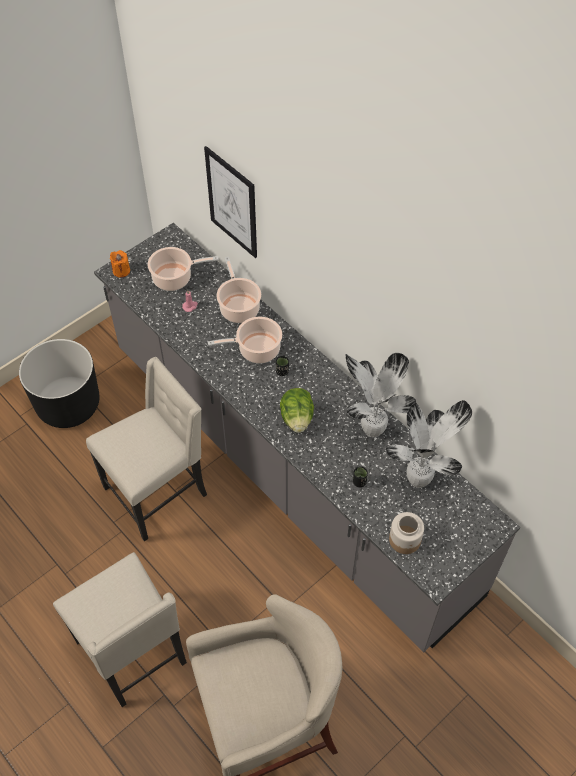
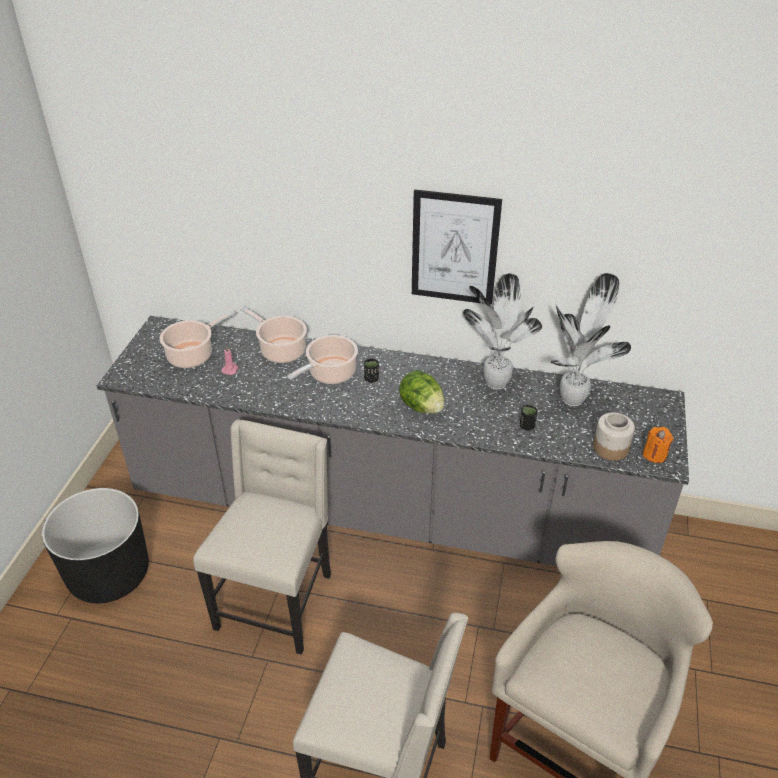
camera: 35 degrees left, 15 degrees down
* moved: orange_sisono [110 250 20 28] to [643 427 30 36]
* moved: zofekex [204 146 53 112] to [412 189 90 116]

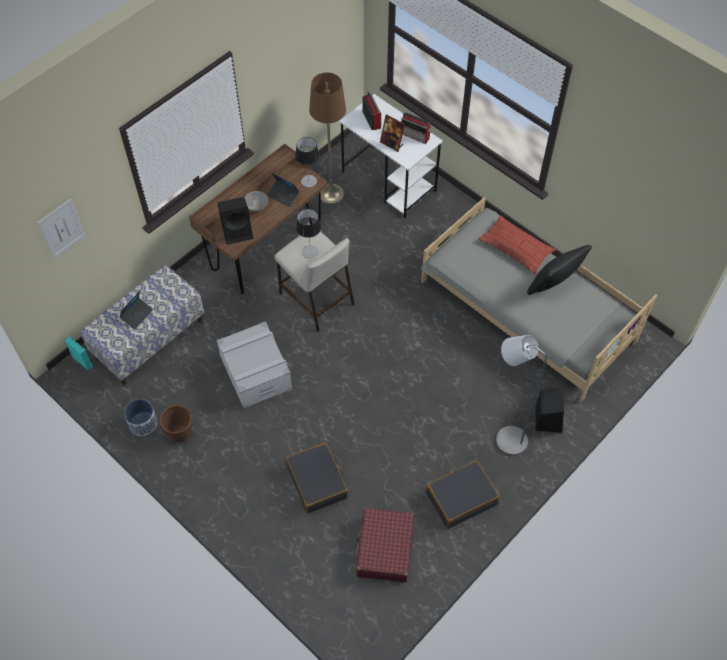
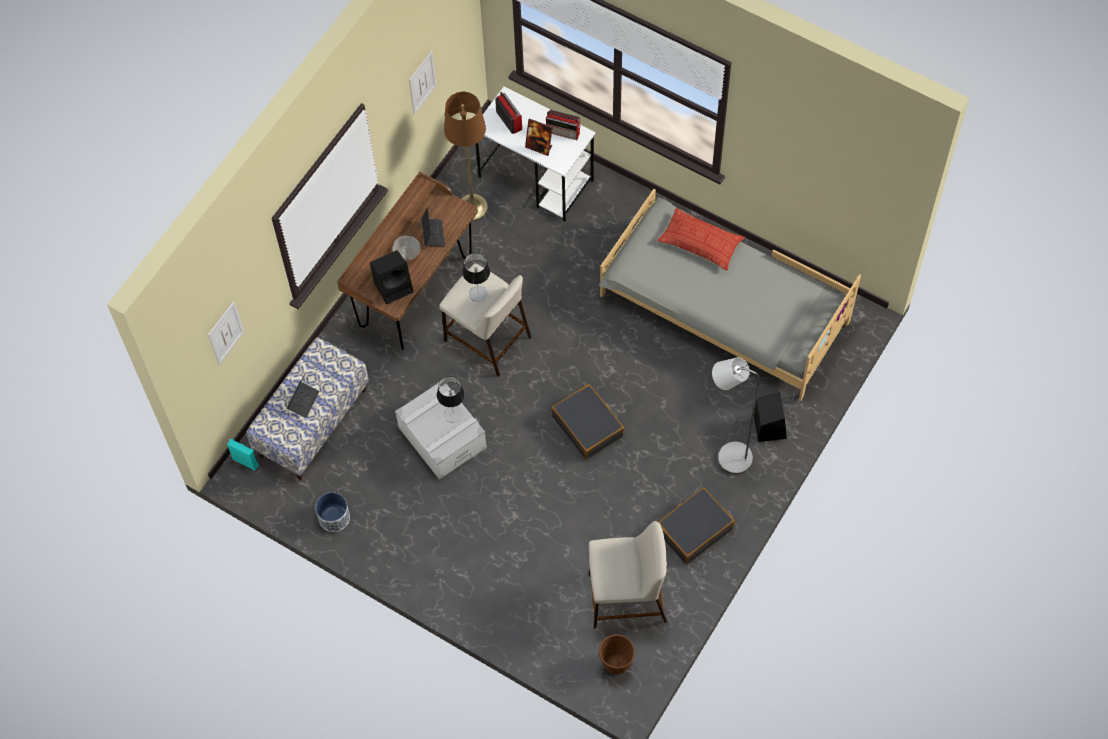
camera: 10 degrees left, 5 degrees up
* moved: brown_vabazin [160 405 32 37] to [599 634 36 40]
* turned: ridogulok [267 173 32 34] = [421 207 24 40] 120 degrees counterclockwise
* moved: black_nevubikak [286 442 62 72] to [551 384 73 76]
* moved: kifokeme [295 137 25 50] to [437 376 28 47]
* replaced: red_nevubikak [356 508 58 74] to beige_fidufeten [589 521 78 108]
* removed: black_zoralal [527 245 65 50]
* added: zofekex [409 50 28 65]

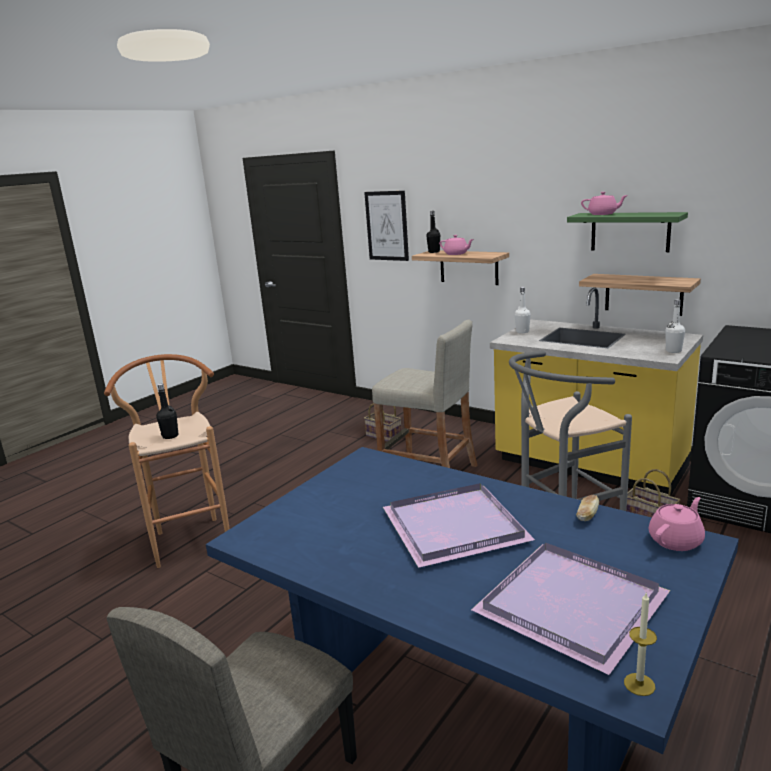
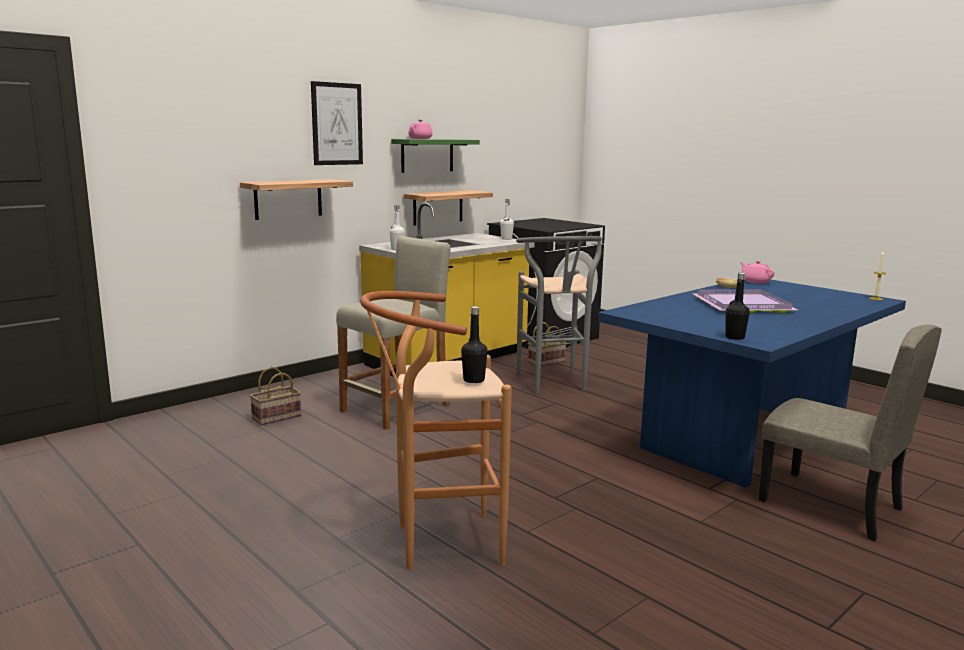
camera: 80 degrees left, 5 degrees down
* moved: zofekex [364 191 45 70] to [311 81 52 84]
* moved: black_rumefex [426 211 14 42] to [725 273 25 67]
* removed: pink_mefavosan [439 235 35 20]
* removed: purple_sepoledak [471 543 199 132]

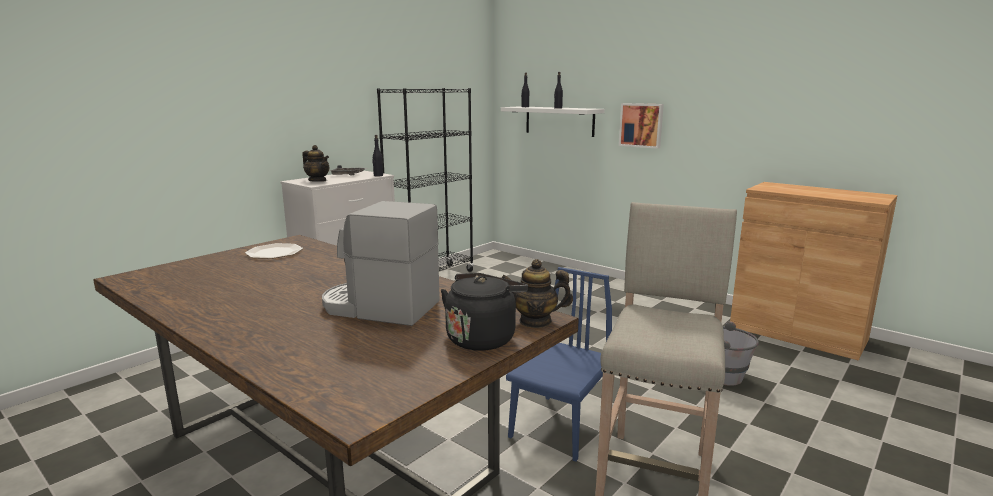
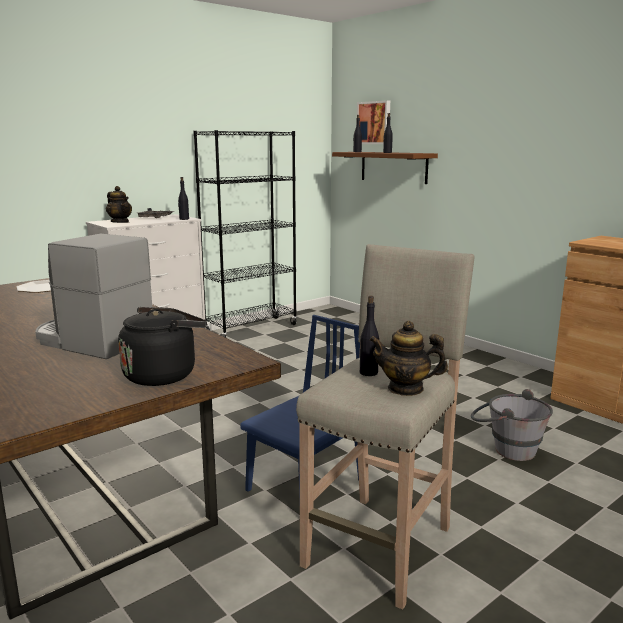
camera: 10 degrees right, 0 degrees up
* recoloured: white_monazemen [501 106 104 31] to brown_monazemen [332 152 106 32]
* moved: mefavosan [501 259 72 69] to [369 321 79 75]
* moved: zofekex [619 103 45 46] to [357 100 33 44]
* added: black_rumefex [360 296 19 80]

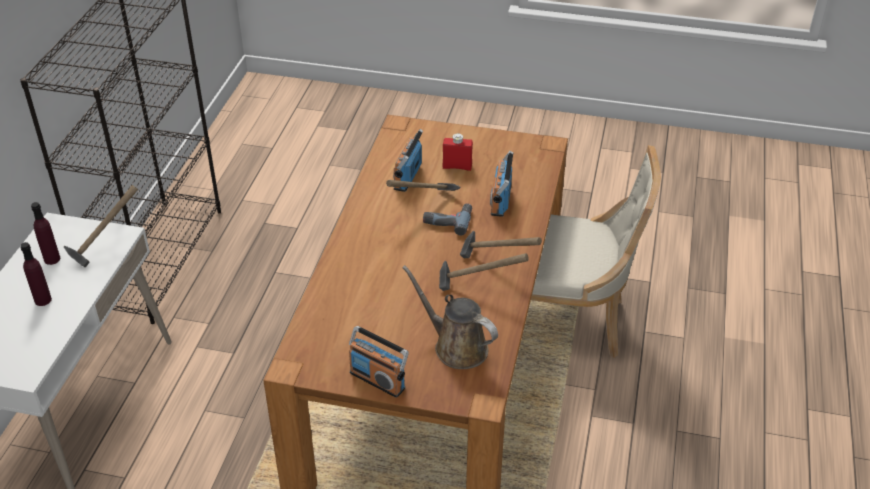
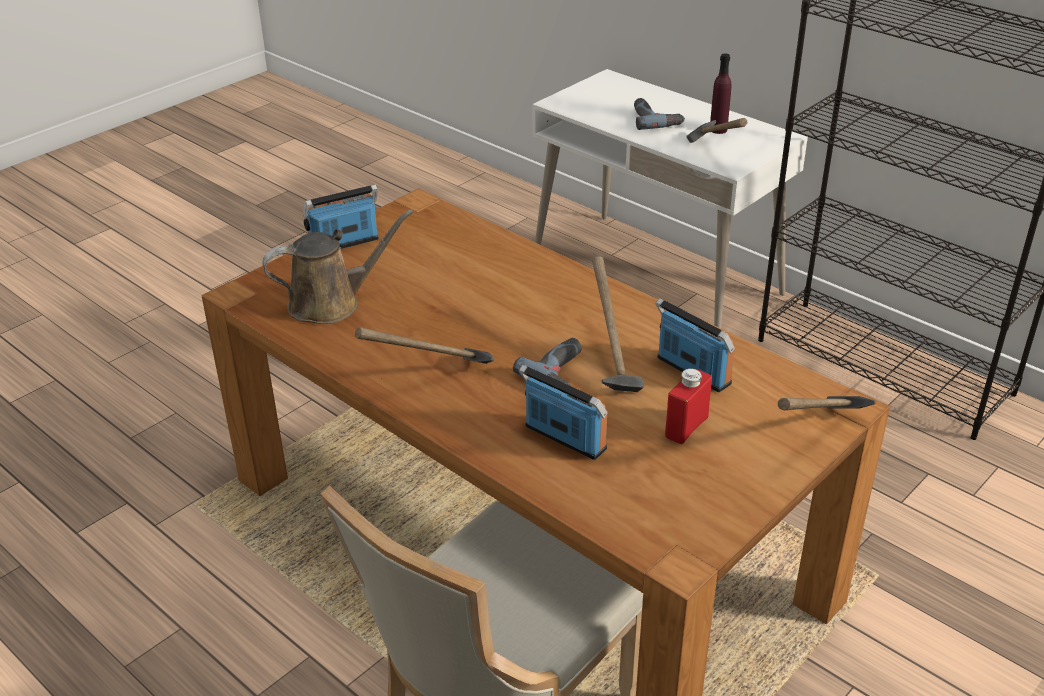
camera: 120 degrees right, 5 degrees down
* replaced: purple_rumefex [20 242 32 64] to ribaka [634 98 51 32]
* moved: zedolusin [439 253 90 38] to [778 396 98 14]

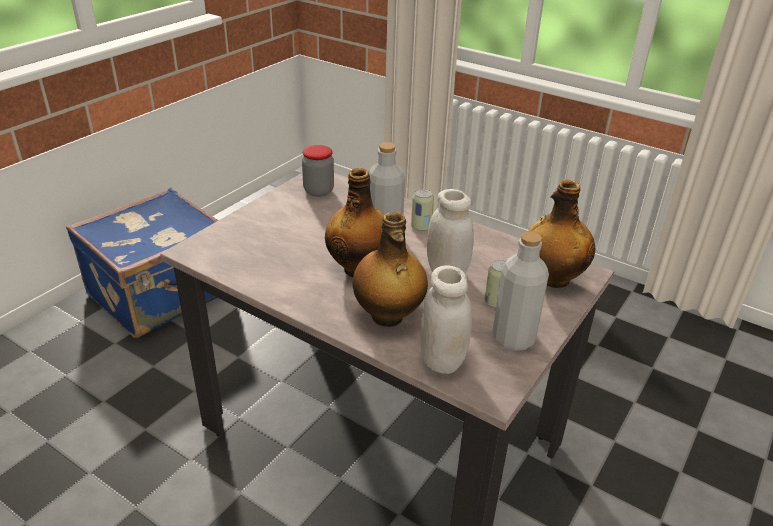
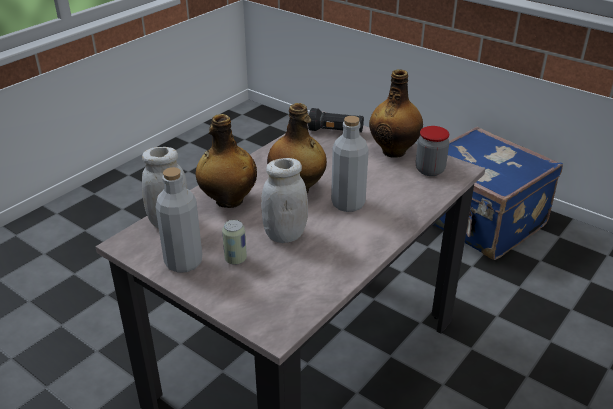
camera: 95 degrees right, 0 degrees up
* removed: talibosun [411 189 23 42]
* moved: rumefex [528 180 67 108] to [369 69 54 89]
* added: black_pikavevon [308 108 56 25]

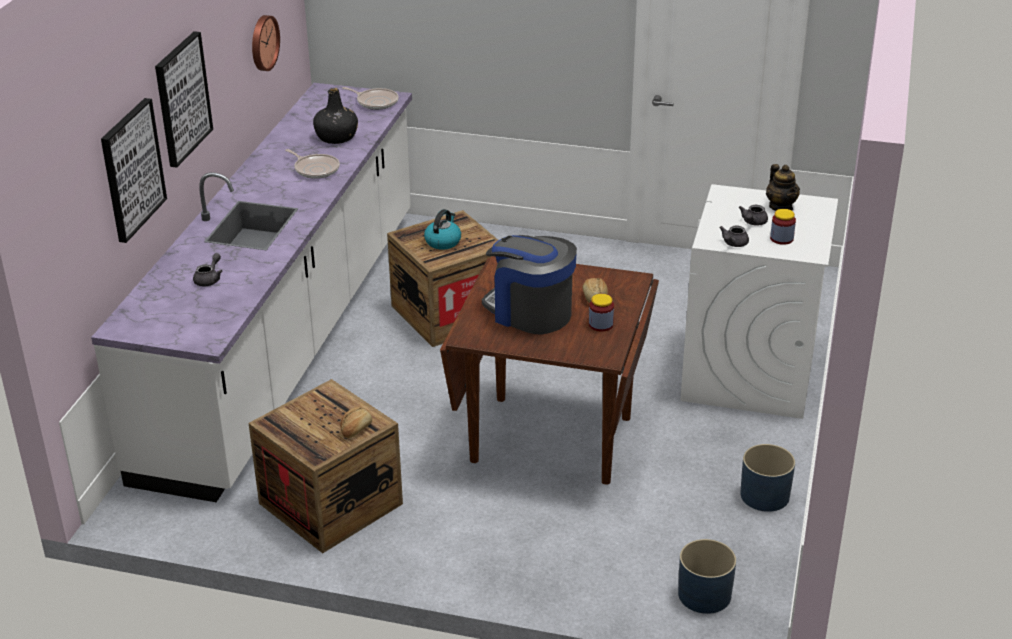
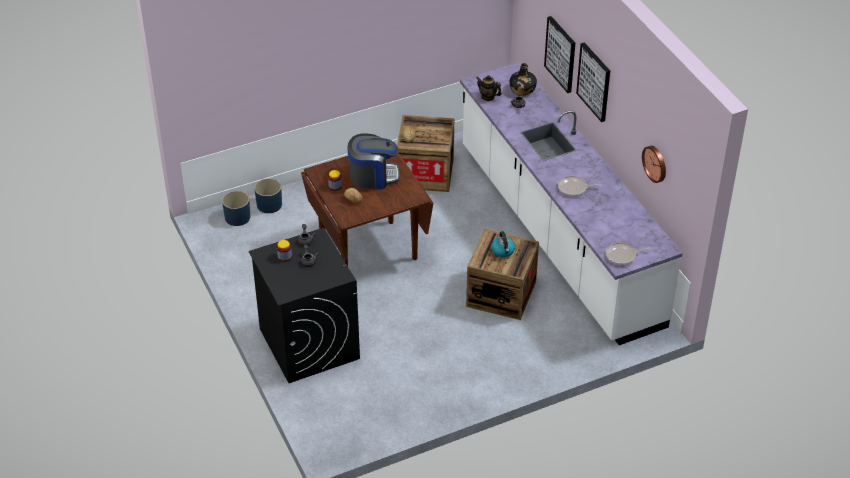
camera: 140 degrees right, 10 degrees up
* moved: black_rumefex [313 88 45 56] to [510 63 27 33]
* recoloured: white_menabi [680 184 158 235] to black_menabi [249 228 111 155]
* moved: blue_vabazin [740 444 55 68] to [254 178 28 35]
* moved: mefavosan [766 164 34 47] to [476 75 26 26]

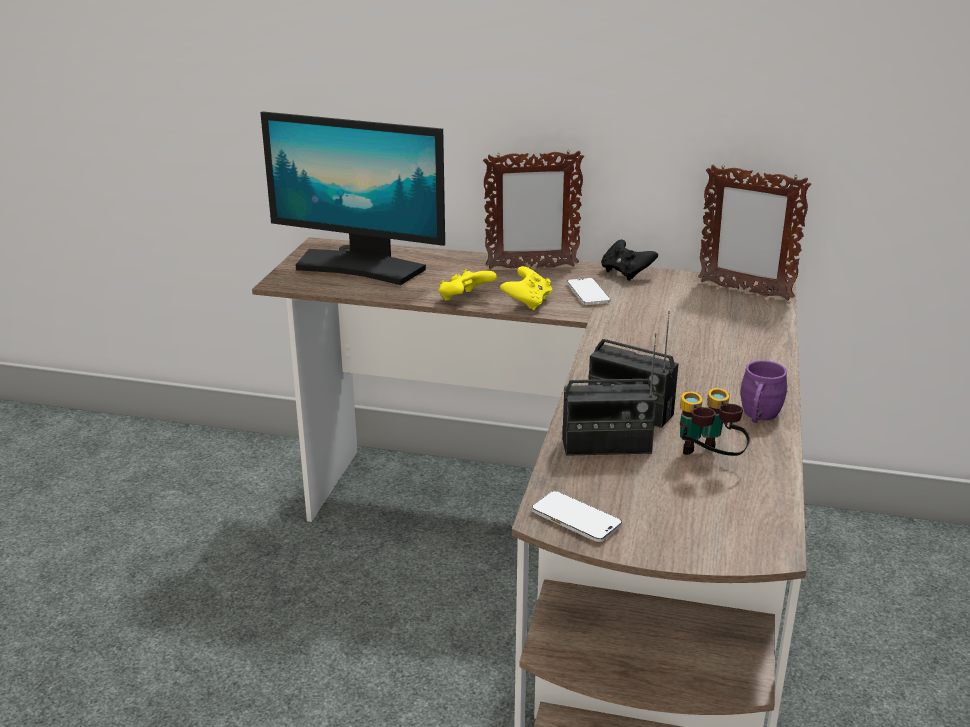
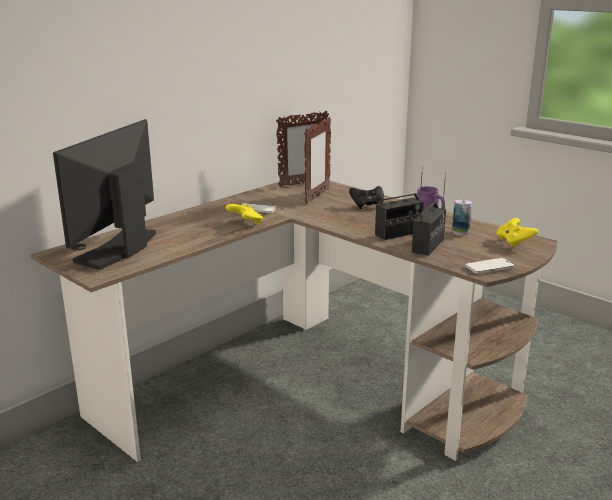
camera: 60 degrees left, 5 degrees down
* turned: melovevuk [260 111 185 174] = [53 119 103 151] 150 degrees clockwise
* moved: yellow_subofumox [438 269 59 32] to [496 218 43 29]
* moved: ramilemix [483 151 101 118] to [304 117 27 87]
* moved: black_subofumox [601 239 57 42] to [349 186 35 23]
* replaced: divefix [680 388 70 68] to talibosun [452 199 20 37]

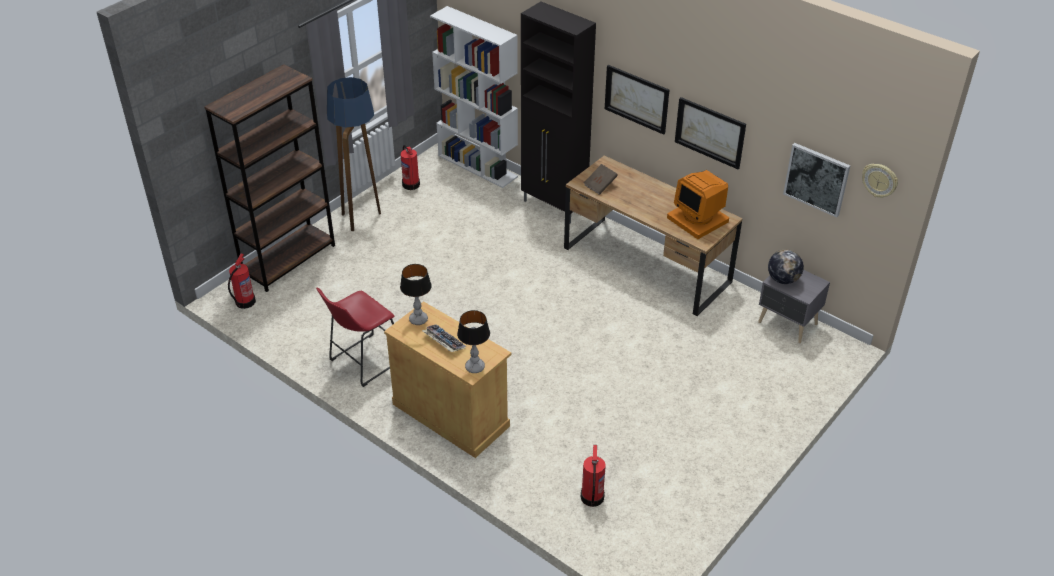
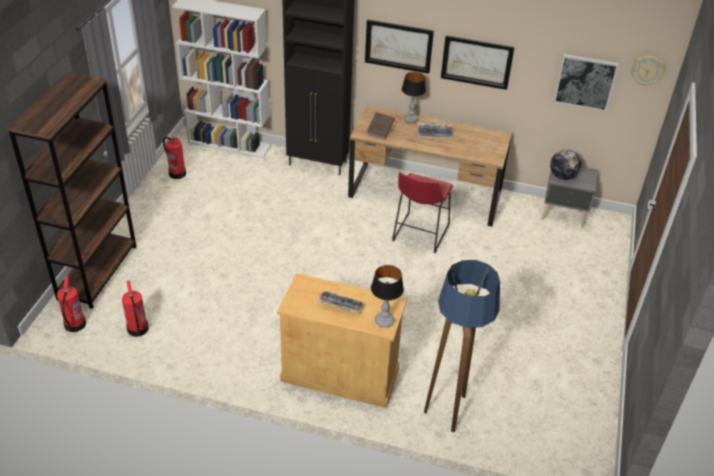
camera: 25 degrees left, 0 degrees up
* moved: red_fidufeten [316 288 79 99] to [392 173 61 80]
* moved: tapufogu [327 77 54 154] to [424 260 76 172]
* moved: kifokeme [400 264 32 61] to [402 72 24 51]
* moved: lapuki [581 445 25 62] to [122 280 27 57]
* removed: melovevuk [667 170 62 69]
* added: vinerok [417 123 36 15]

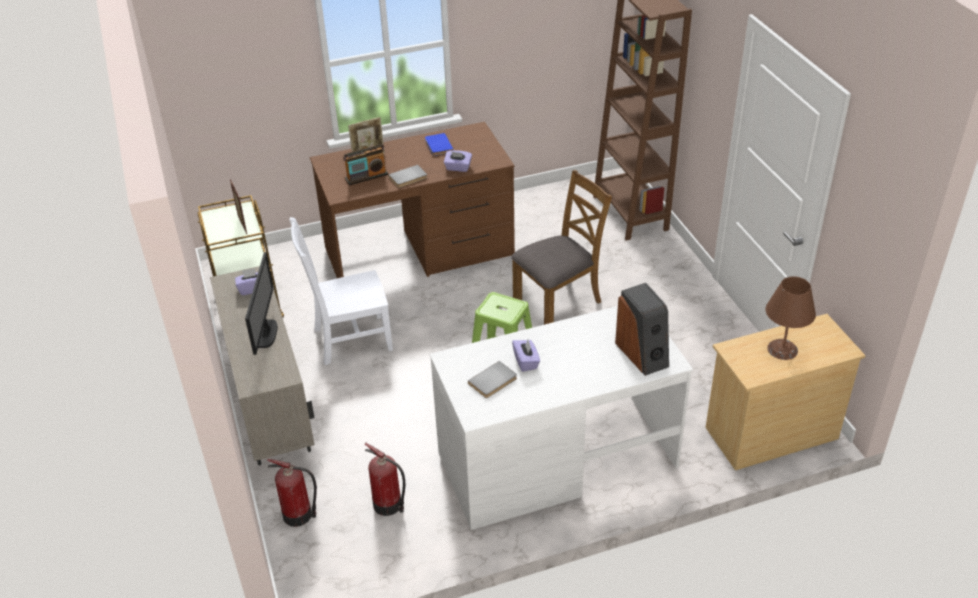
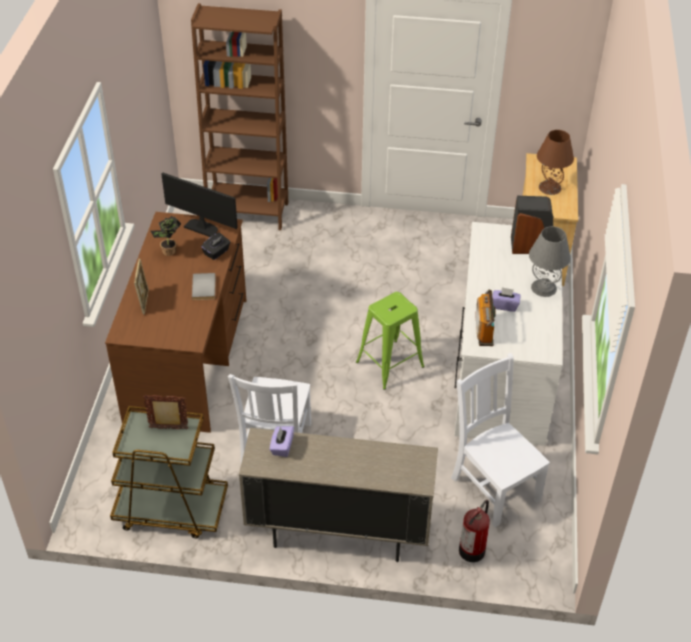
camera: 65 degrees left, 5 degrees up
* moved: melovevuk [245 252 33 103] to [161 173 77 64]
* moved: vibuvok [343 144 45 41] to [475 290 21 56]
* replaced: lapuki [365 443 41 73] to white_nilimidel [451 353 99 174]
* replaced: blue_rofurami [425 133 28 23] to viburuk [151 216 30 40]
* recoloured: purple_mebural [444 150 28 22] to black_mebural [201 233 30 27]
* removed: grey_rofurami [468 361 49 37]
* removed: brown_nilimidel [511 170 101 155]
* added: grey_kifokeme [529 226 42 71]

